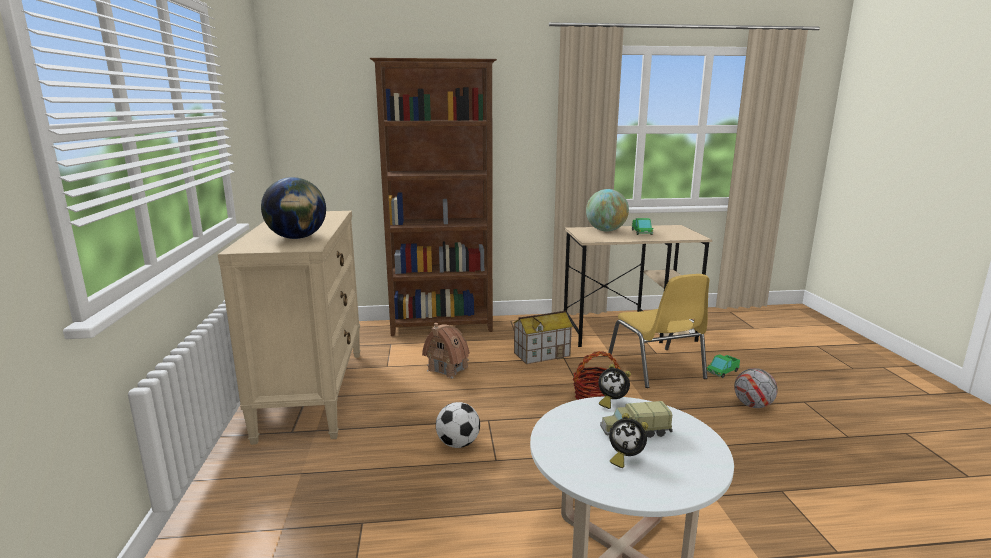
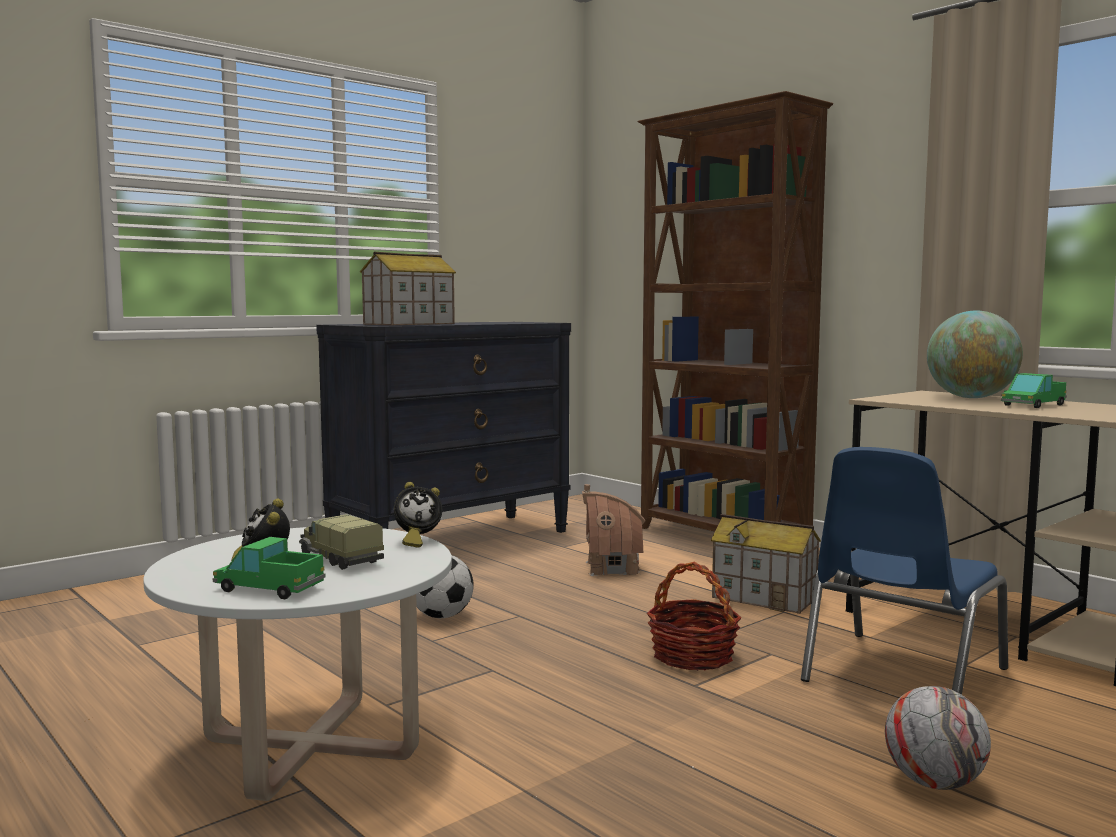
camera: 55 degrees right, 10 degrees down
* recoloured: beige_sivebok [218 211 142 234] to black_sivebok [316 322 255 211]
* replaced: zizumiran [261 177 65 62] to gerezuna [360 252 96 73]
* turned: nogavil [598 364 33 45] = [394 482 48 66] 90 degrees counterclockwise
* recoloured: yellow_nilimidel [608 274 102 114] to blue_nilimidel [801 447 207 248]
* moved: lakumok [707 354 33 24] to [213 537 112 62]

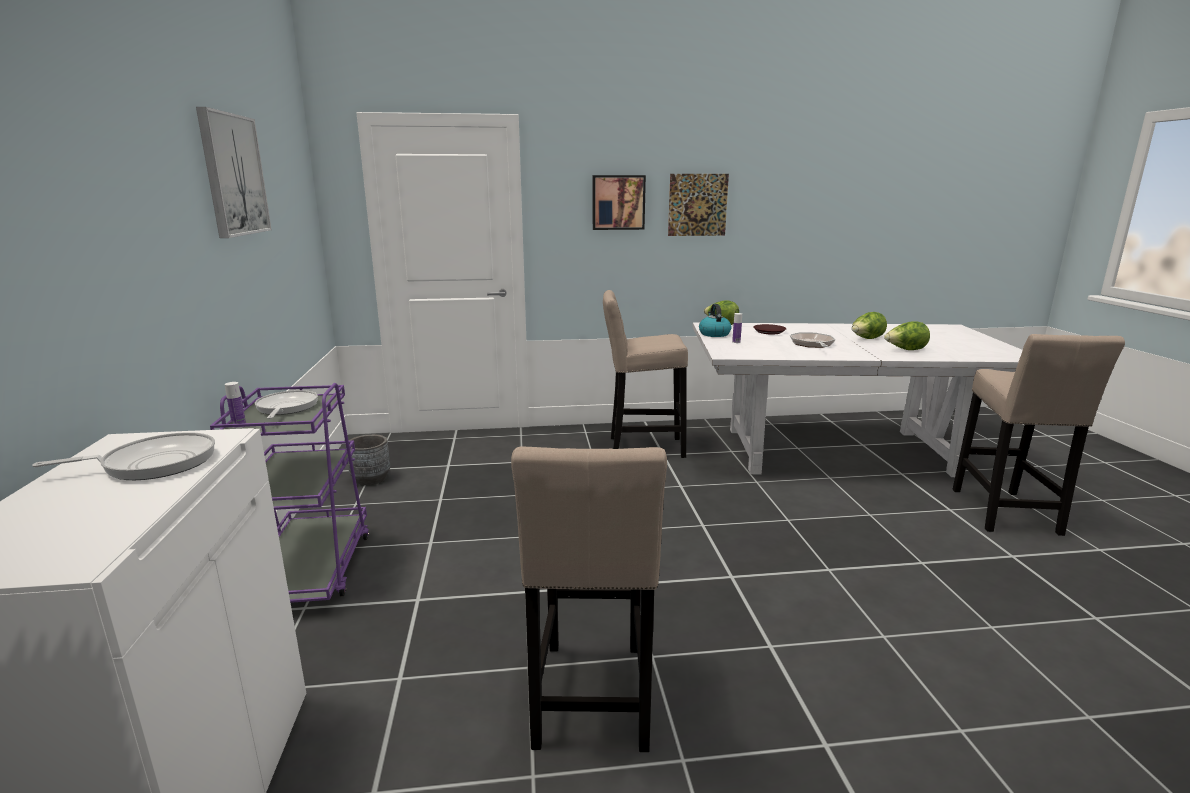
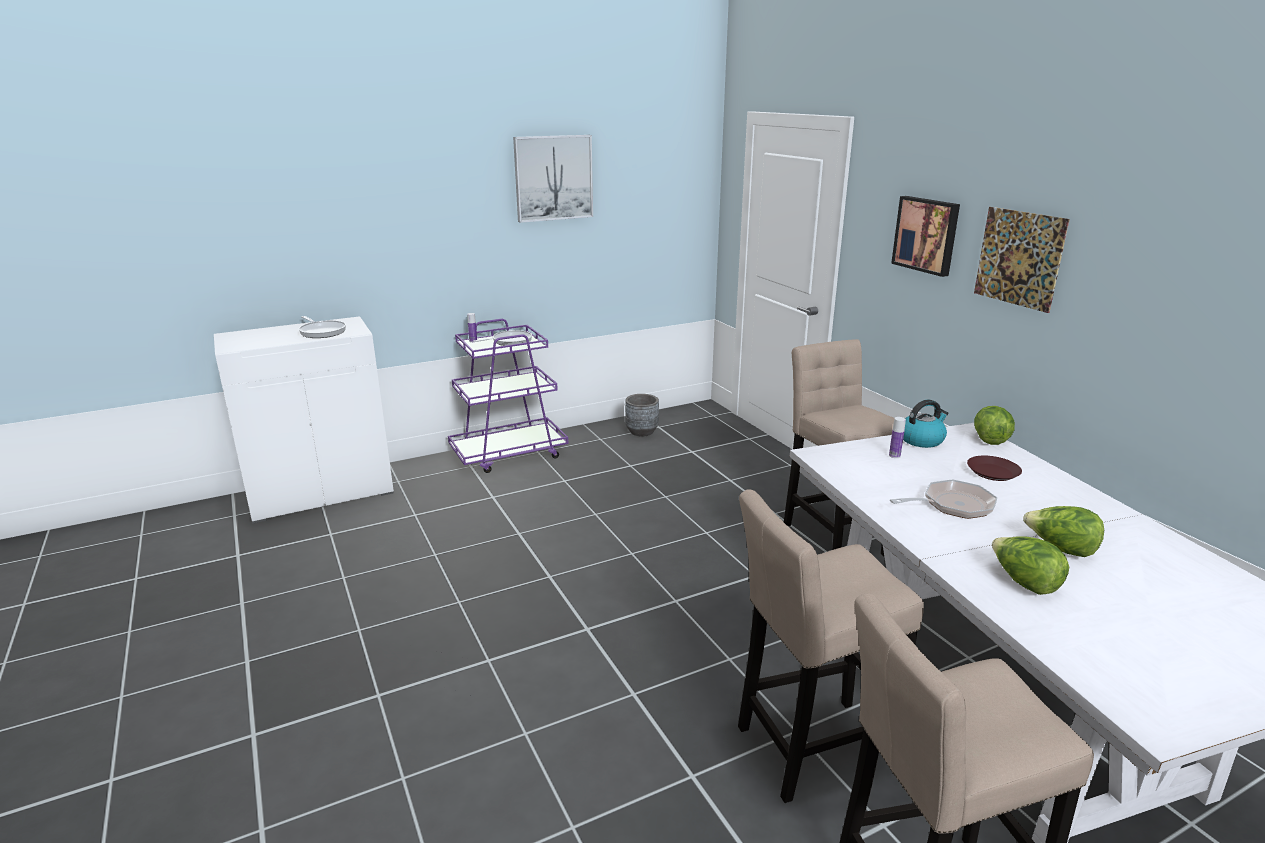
camera: 70 degrees right, 5 degrees up
* moved: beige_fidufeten [511 446 156 306] to [738 489 186 314]

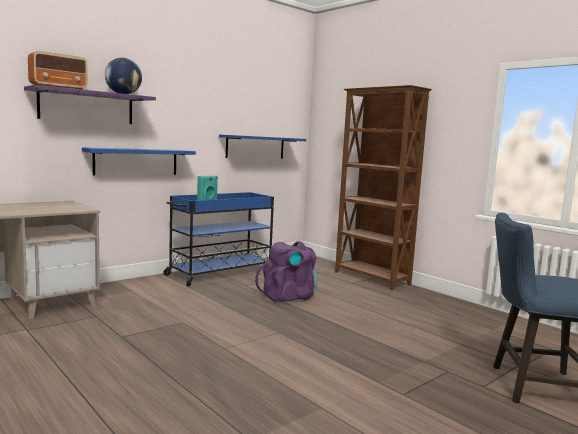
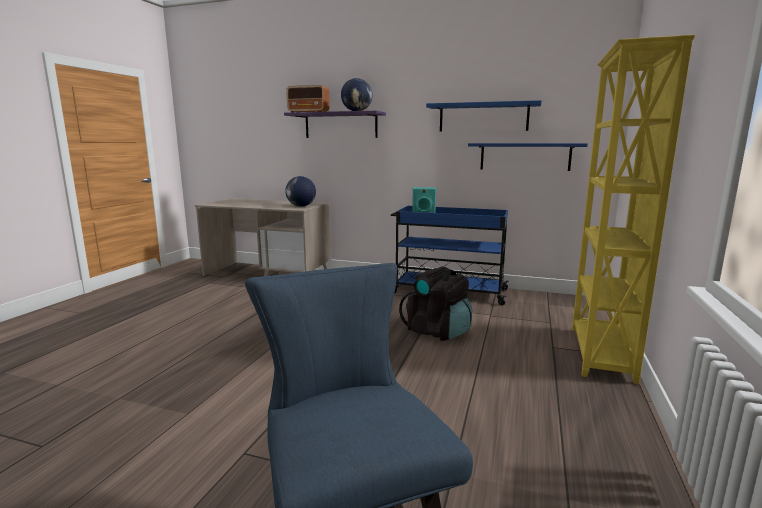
camera: 60 degrees right, 5 degrees up
* moved: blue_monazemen [82 147 114 29] to [426 100 115 31]
* recoloured: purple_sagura [255 241 62 61] to black_sagura [399 267 73 74]
* recoloured: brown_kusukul [335 85 97 205] to yellow_kusukul [572 35 123 350]
* added: zizumiran [285 176 31 31]

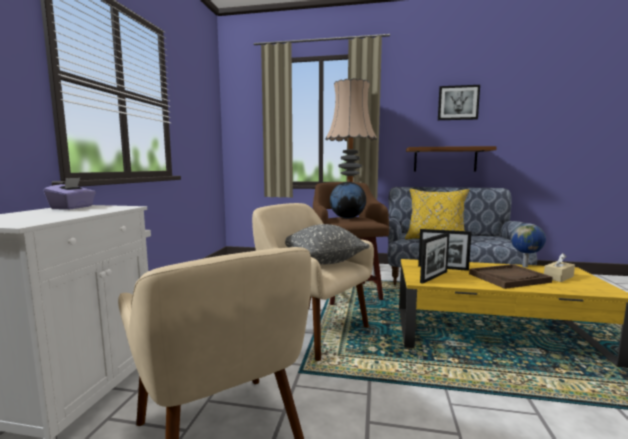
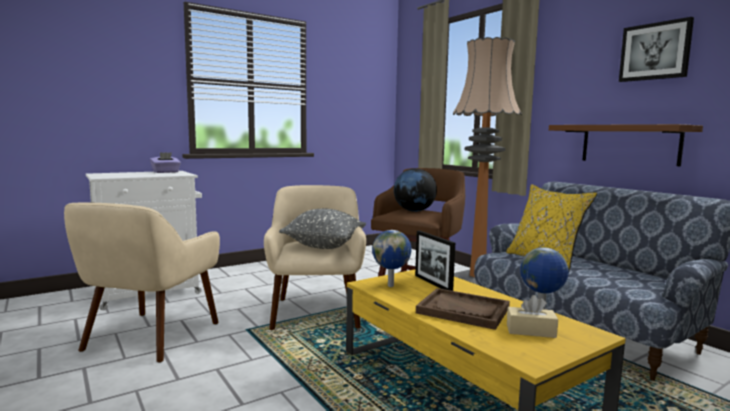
camera: 45 degrees right, 0 degrees up
* replaced: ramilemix [420 233 30 51] to zizumiran [372 230 40 57]

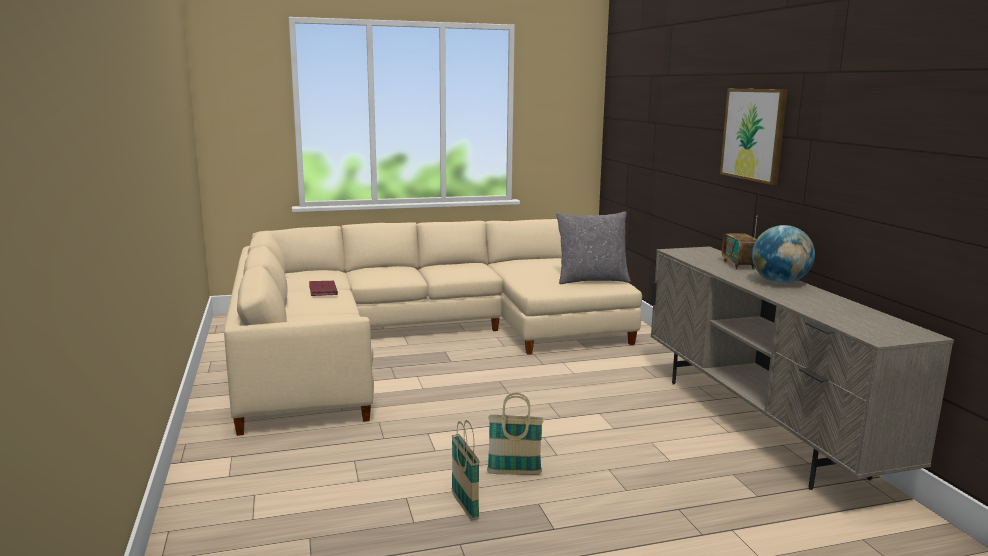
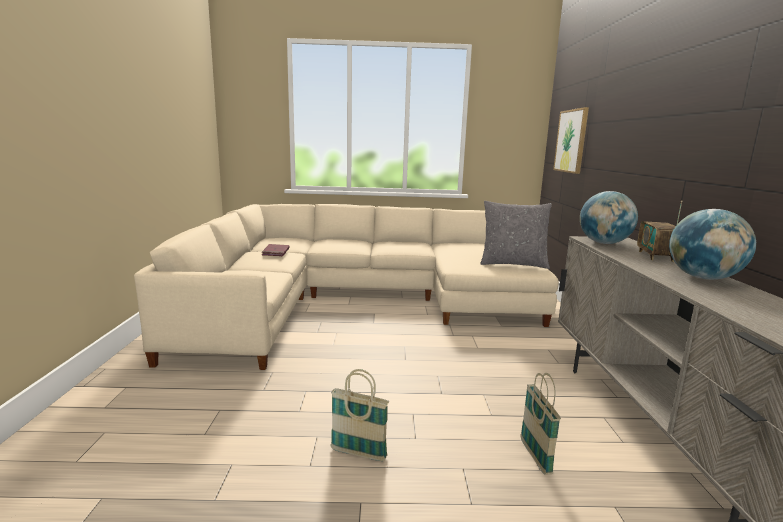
camera: 15 degrees right, 0 degrees up
* moved: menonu [452 420 28 101] to [520 373 41 102]
* moved: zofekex [720 89 68 96] to [553 107 36 67]
* added: zizumiran [580 191 58 53]

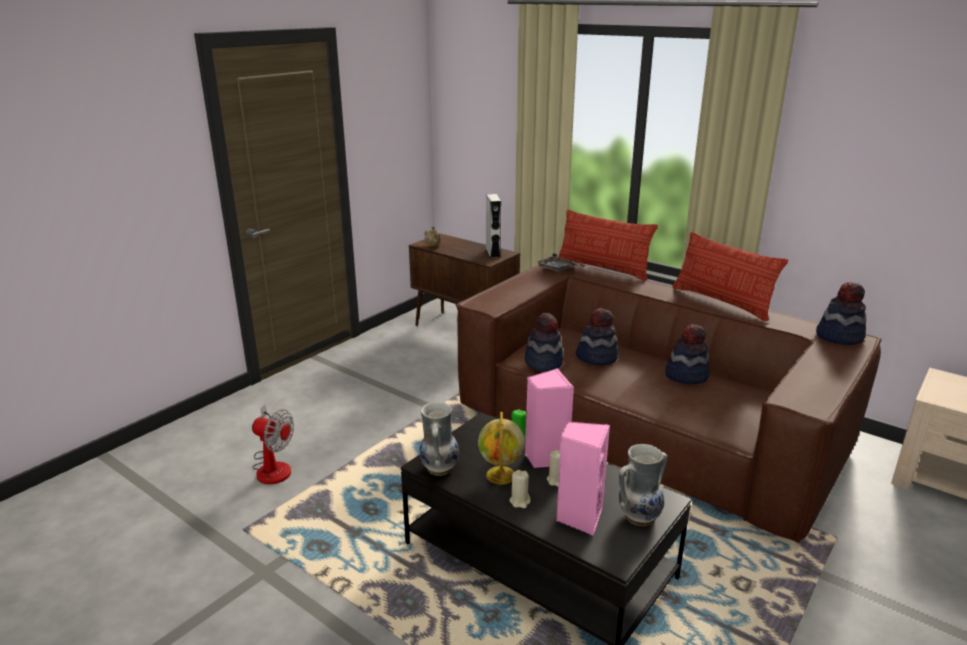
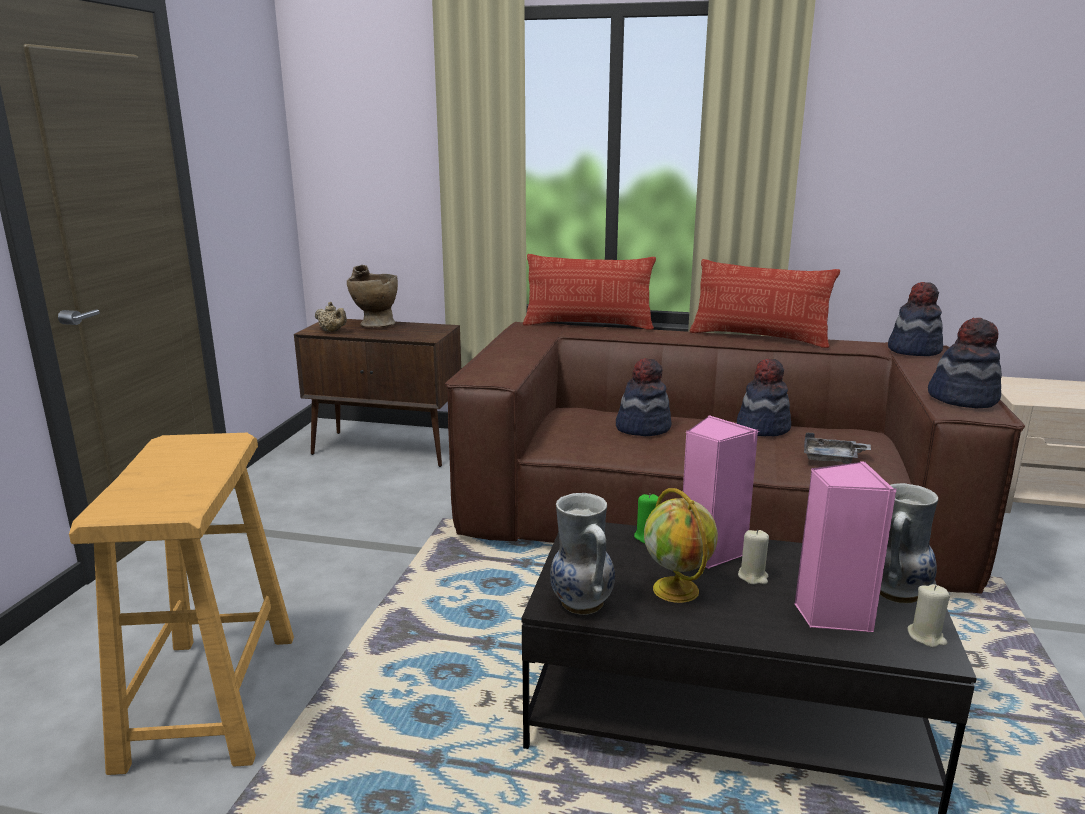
camera: 25 degrees left, 5 degrees down
* replaced: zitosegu [252 404 42 81] to beige_fidufeten [69 433 225 342]
* removed: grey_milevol [486 194 15 64]
* moved: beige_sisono [509 470 22 38] to [907 584 43 64]
* moved: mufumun [525 313 39 58] to [928 317 74 91]
* moved: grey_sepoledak [537 253 43 19] to [804 433 67 31]
* added: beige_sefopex [347 265 51 63]

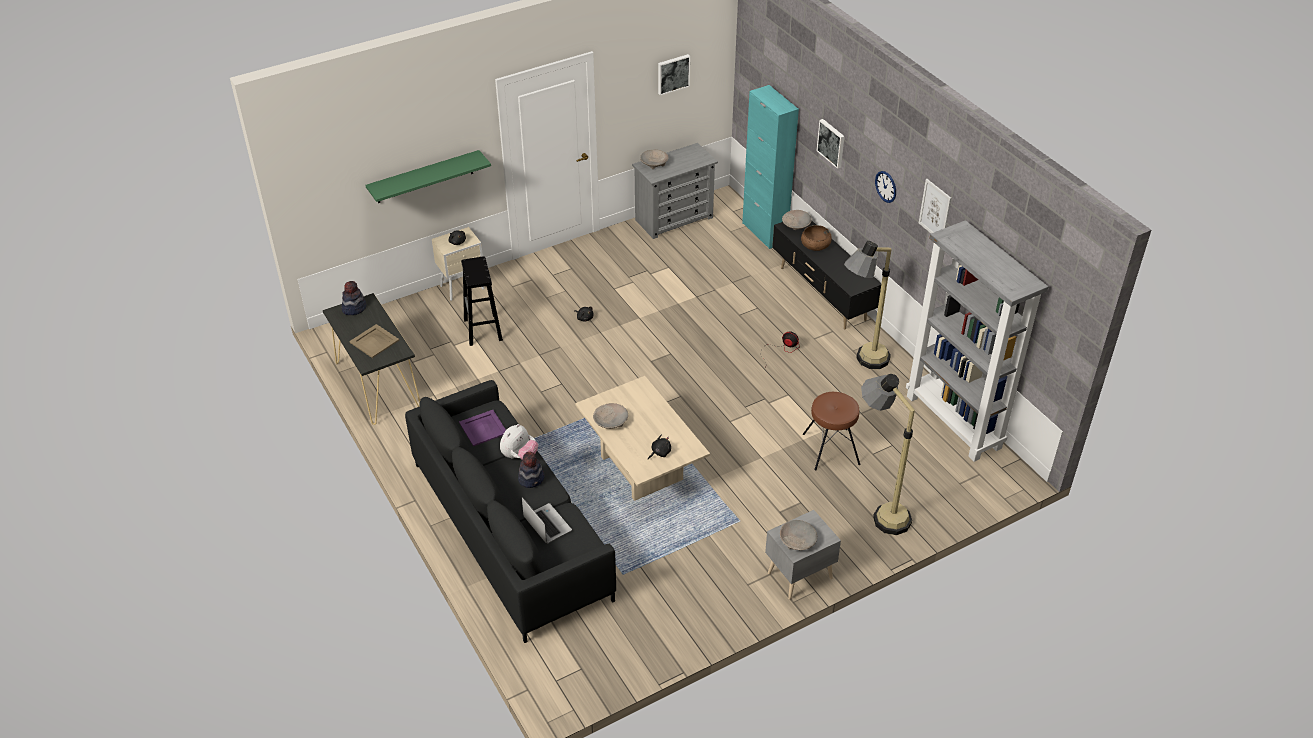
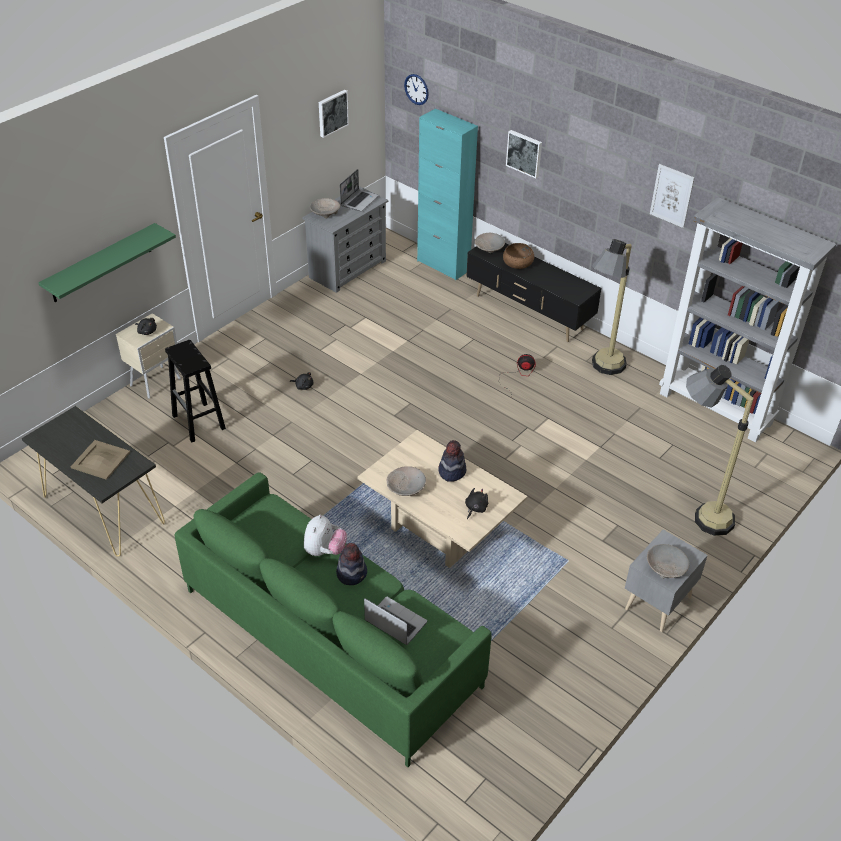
camera: 20 degrees left, 0 degrees up
* moved: mufumun [341 281 25 34] to [438 440 28 42]
* recoloured: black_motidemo [405 380 211 263] to green_motidemo [175 473 317 294]
* removed: purple_sepoledak [459 410 47 36]
* removed: brown_fidufeten [803 392 57 78]
* moved: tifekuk [875 171 21 32] to [404 74 25 31]
* added: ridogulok [340 169 39 42]

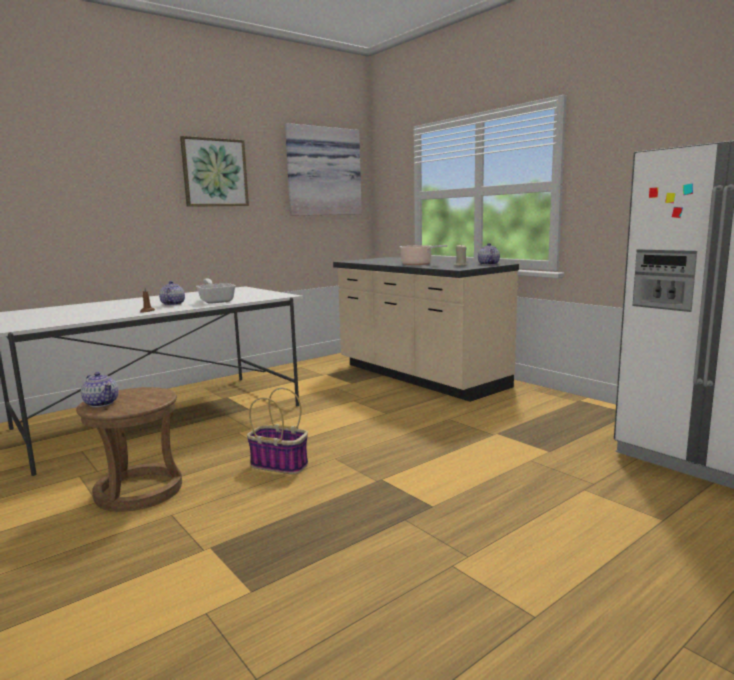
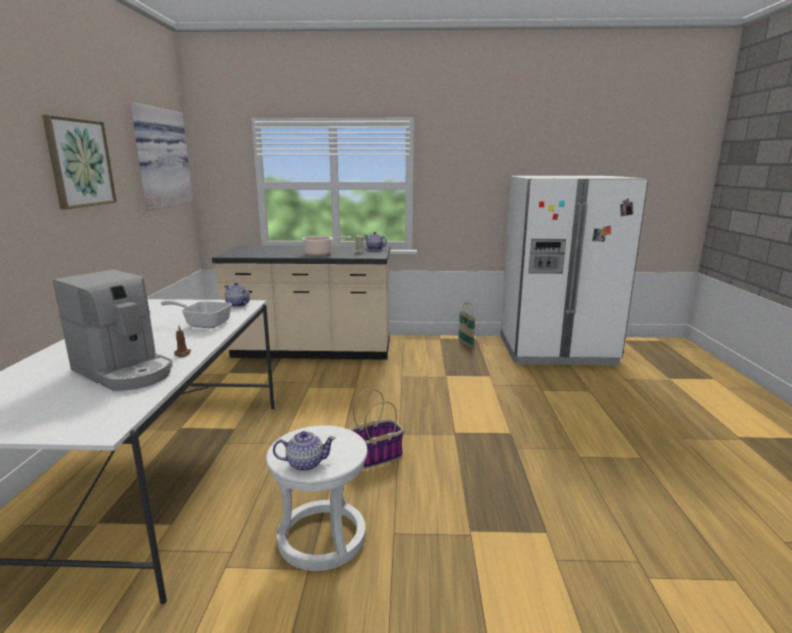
camera: 50 degrees left, 5 degrees up
* recoloured: brown_fidufeten [76 387 106 125] to white_fidufeten [266 425 102 146]
* moved: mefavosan [159 281 26 25] to [225 282 25 25]
* added: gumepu [53 269 120 122]
* added: menonu [458 303 18 44]

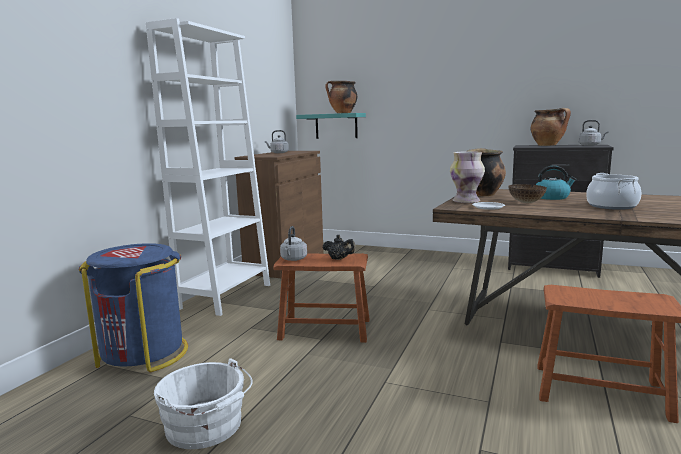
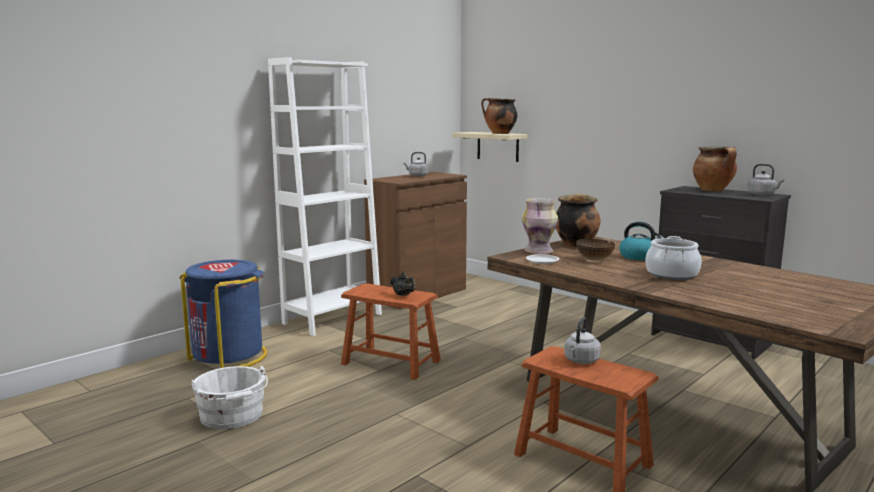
camera: 20 degrees right, 0 degrees up
* moved: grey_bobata [280 226 27 35] to [564 317 37 47]
* recoloured: turquoise_monazemen [296 113 70 26] to beige_monazemen [452 132 76 30]

